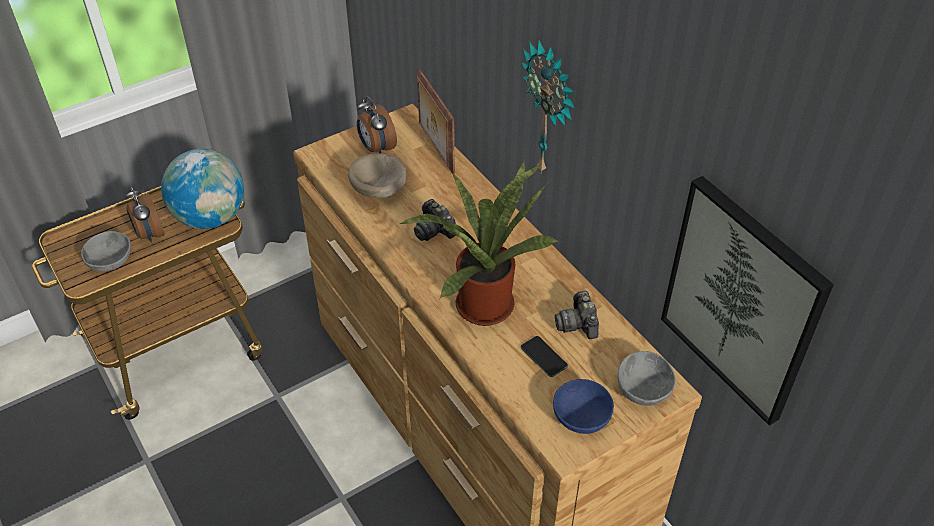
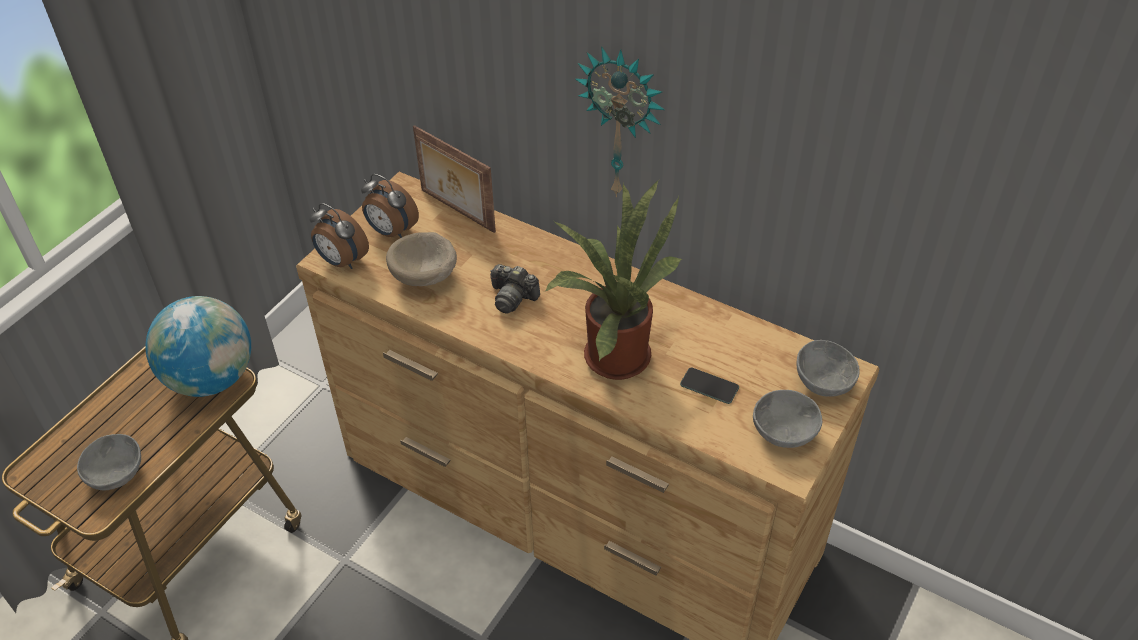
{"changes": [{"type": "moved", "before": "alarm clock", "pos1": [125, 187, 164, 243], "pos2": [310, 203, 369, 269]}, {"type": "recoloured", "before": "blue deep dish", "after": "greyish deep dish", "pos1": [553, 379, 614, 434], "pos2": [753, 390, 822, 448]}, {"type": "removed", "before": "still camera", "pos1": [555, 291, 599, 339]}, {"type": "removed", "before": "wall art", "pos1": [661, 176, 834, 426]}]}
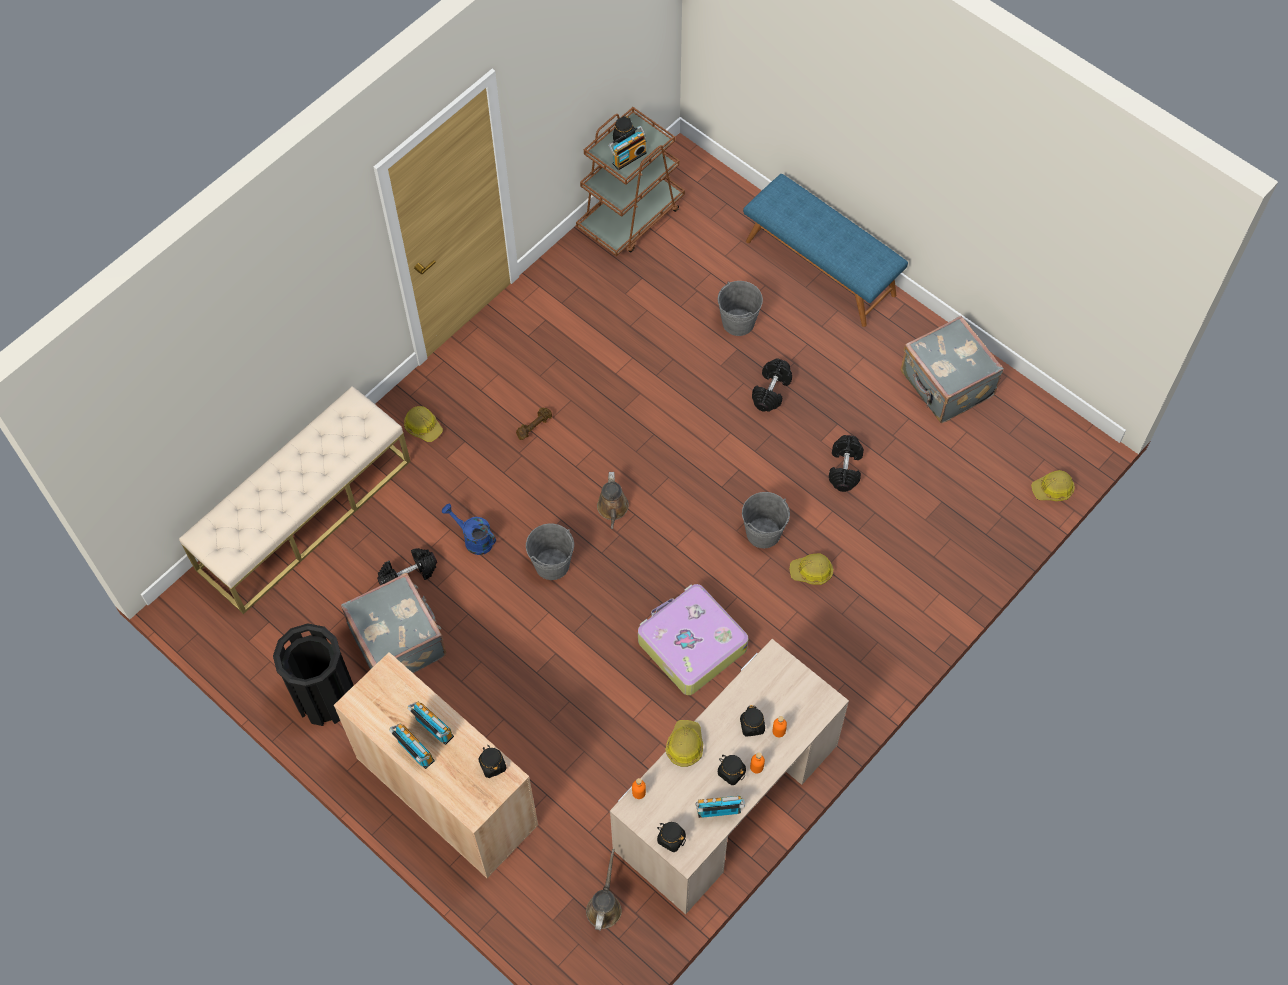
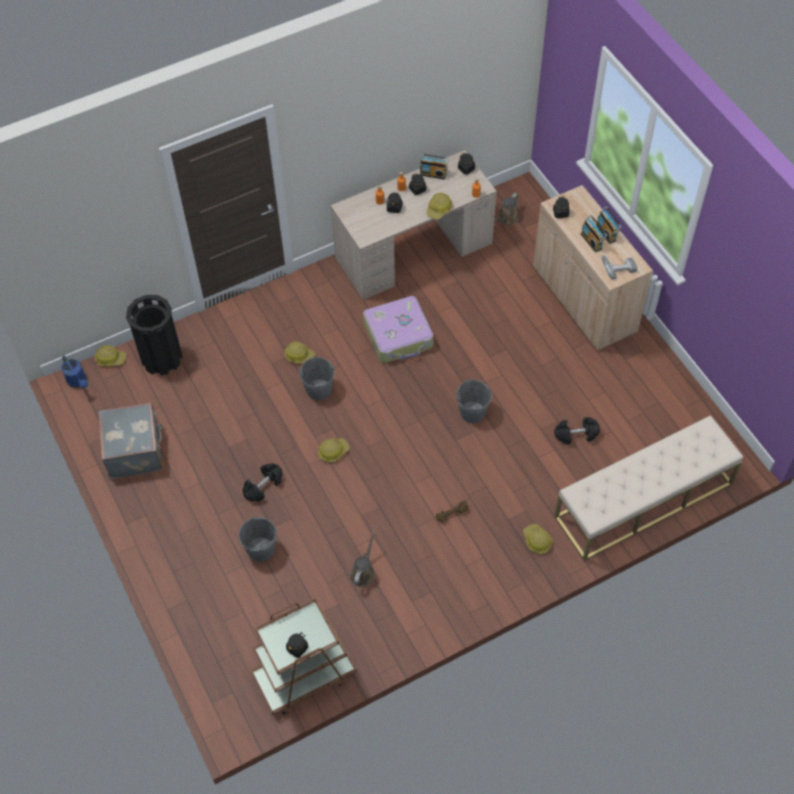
{"changes": [{"type": "moved", "before": "black-coloured rubbish bin", "pos1": [273, 623, 354, 726], "pos2": [126, 295, 182, 375]}, {"type": "removed", "before": "greyish piece of luggage", "pos1": [341, 573, 446, 673]}, {"type": "moved", "before": "blue watering can", "pos1": [442, 504, 496, 555], "pos2": [62, 355, 88, 388]}, {"type": "moved", "before": "brown-coloured watering can", "pos1": [597, 472, 629, 529], "pos2": [350, 530, 376, 587]}, {"type": "removed", "before": "radio set", "pos1": [608, 126, 647, 170]}, {"type": "removed", "before": "blue indoor bench", "pos1": [743, 174, 908, 327]}, {"type": "removed", "before": "black-coloured free weight", "pos1": [829, 435, 864, 492]}, {"type": "added", "after": "work helmet", "pos2": [318, 438, 350, 463]}, {"type": "added", "after": "drill", "pos2": [602, 255, 637, 279]}]}
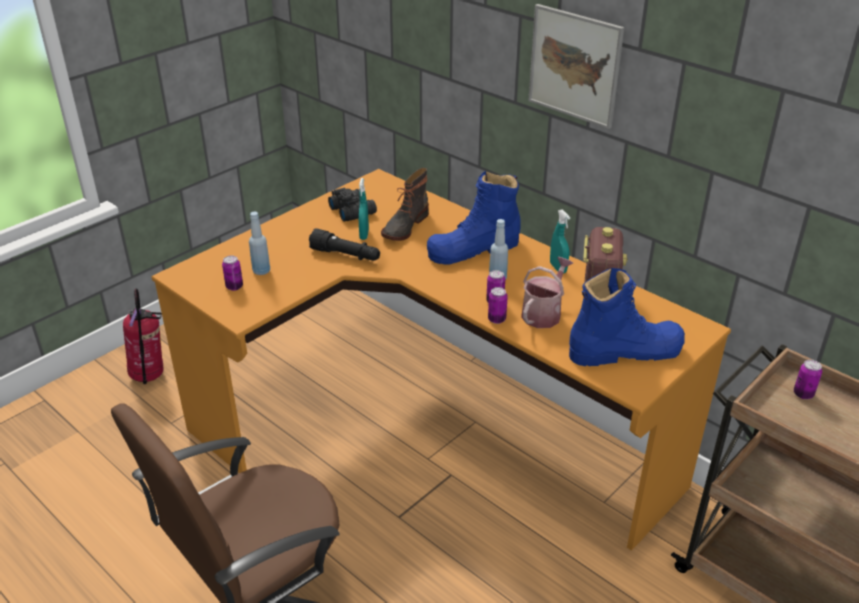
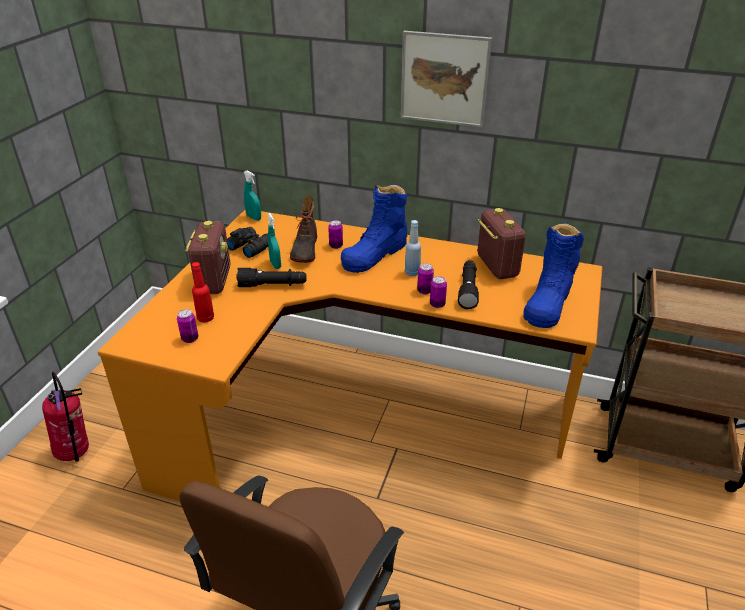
{"changes": [{"type": "recoloured", "before": "blue drink bottle", "after": "red-coloured drink bottle", "pos1": [249, 211, 270, 275], "pos2": [192, 262, 214, 323]}, {"type": "replaced", "before": "watering can", "after": "black-coloured hand torch", "pos1": [521, 257, 573, 328], "pos2": [458, 260, 479, 309]}, {"type": "moved", "before": "turquoise-coloured hand sprayer", "pos1": [550, 209, 570, 273], "pos2": [244, 170, 261, 221]}, {"type": "turned", "before": "blue high-top boot", "pos1": [569, 268, 685, 366], "pos2": [523, 222, 584, 328], "turn": 150}, {"type": "moved", "before": "metal can", "pos1": [794, 360, 822, 399], "pos2": [328, 220, 343, 249]}, {"type": "added", "after": "radio set", "pos2": [185, 221, 231, 294]}]}
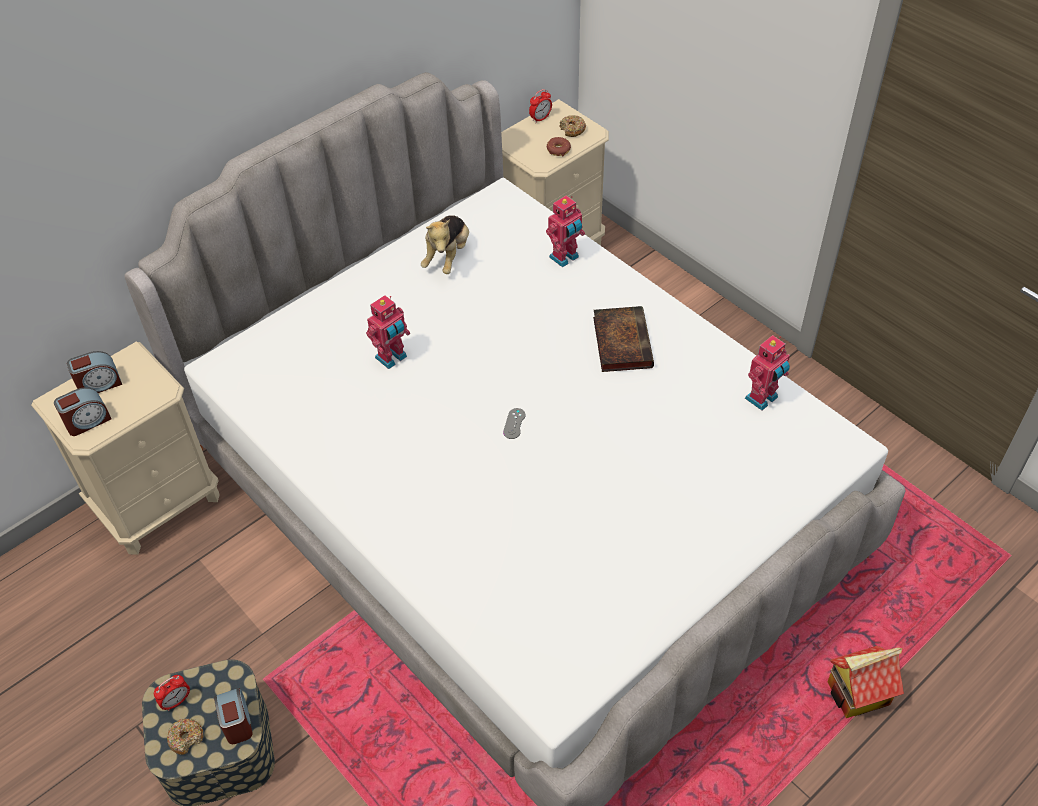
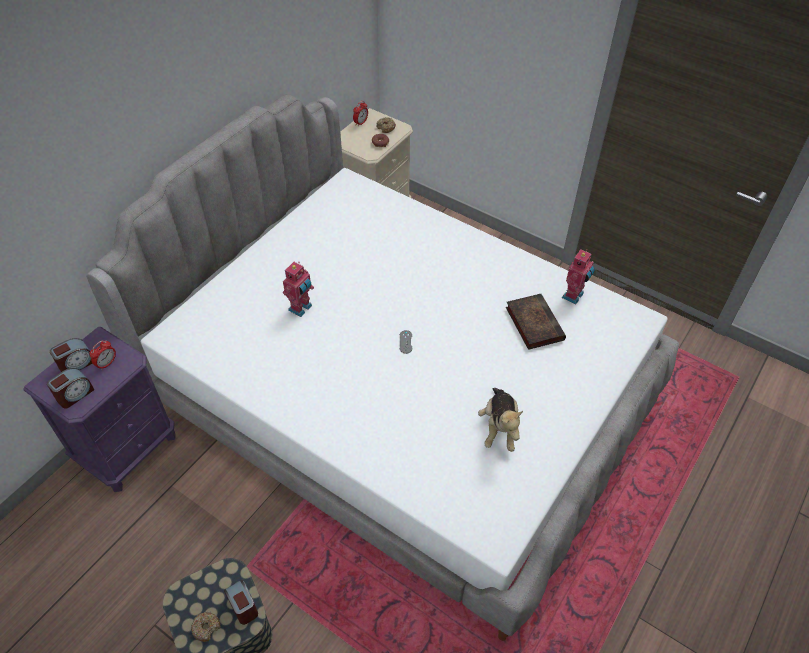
{"changes": [{"type": "recoloured", "before": "sand-coloured bedside table", "after": "purple bedside table", "pos1": [31, 341, 220, 555], "pos2": [23, 327, 175, 492]}, {"type": "moved", "before": "alarm clock", "pos1": [154, 675, 190, 711], "pos2": [89, 340, 116, 370]}, {"type": "moved", "before": "cuddly toy", "pos1": [421, 215, 469, 274], "pos2": [478, 388, 523, 452]}, {"type": "removed", "before": "model robot", "pos1": [546, 196, 585, 268]}, {"type": "moved", "before": "book", "pos1": [593, 306, 654, 372], "pos2": [506, 294, 566, 350]}, {"type": "removed", "before": "model house", "pos1": [827, 646, 904, 718]}]}
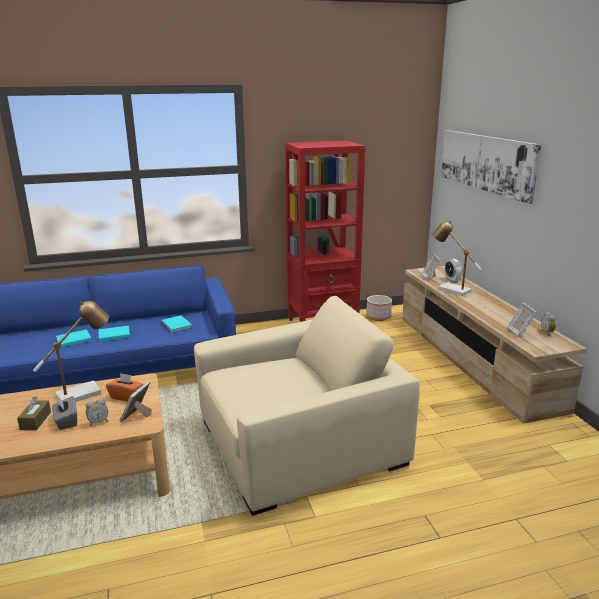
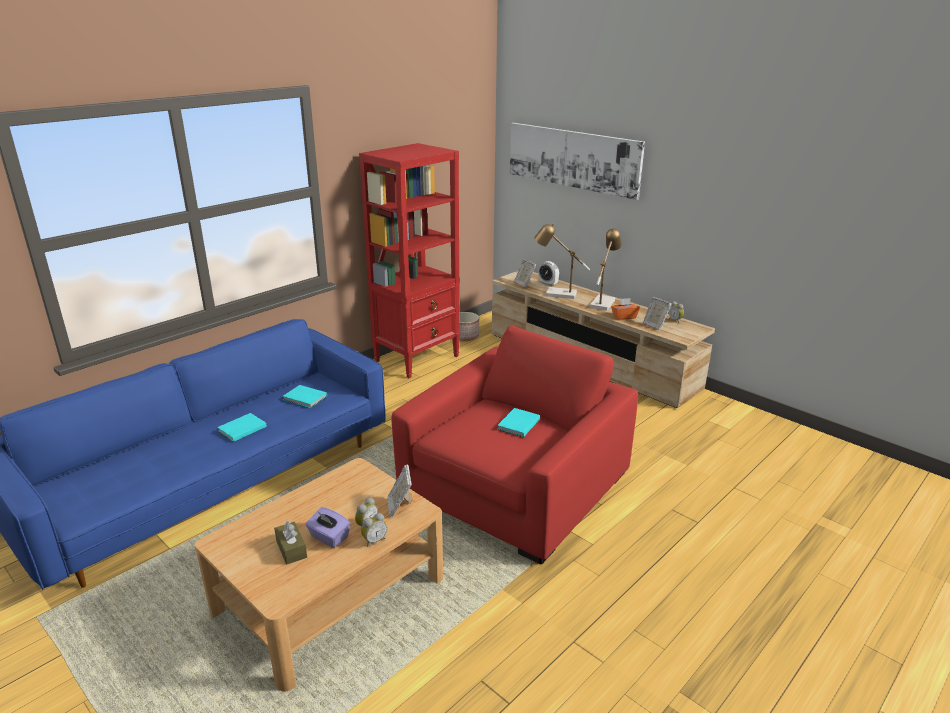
{"changes": [{"type": "moved", "before": "tabletop lamp", "pos1": [33, 301, 109, 402], "pos2": [590, 228, 622, 311]}, {"type": "recoloured", "before": "greyish tissue box", "after": "purple tissue box", "pos1": [52, 396, 77, 430], "pos2": [305, 507, 350, 548]}, {"type": "moved", "before": "turquoise-coloured book", "pos1": [56, 329, 92, 348], "pos2": [497, 408, 540, 437]}, {"type": "moved", "before": "orange tissue box", "pos1": [106, 373, 143, 402], "pos2": [611, 298, 640, 320]}, {"type": "recoloured", "before": "sand-coloured lounge chair", "after": "red-coloured lounge chair", "pos1": [194, 296, 420, 516], "pos2": [391, 325, 638, 564]}, {"type": "added", "after": "alarm clock", "pos2": [361, 513, 387, 547]}]}
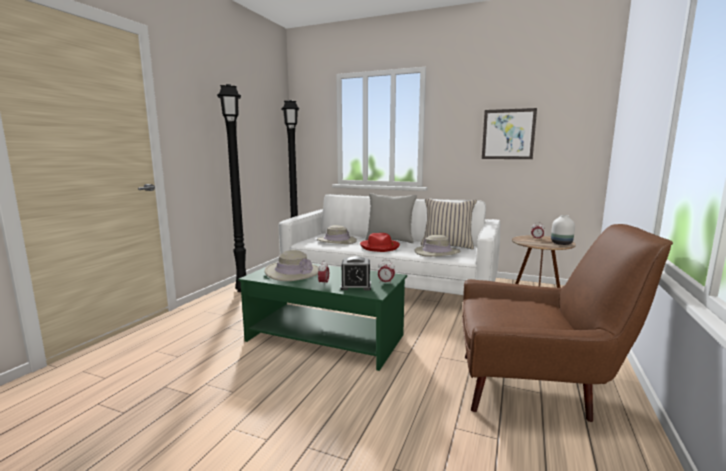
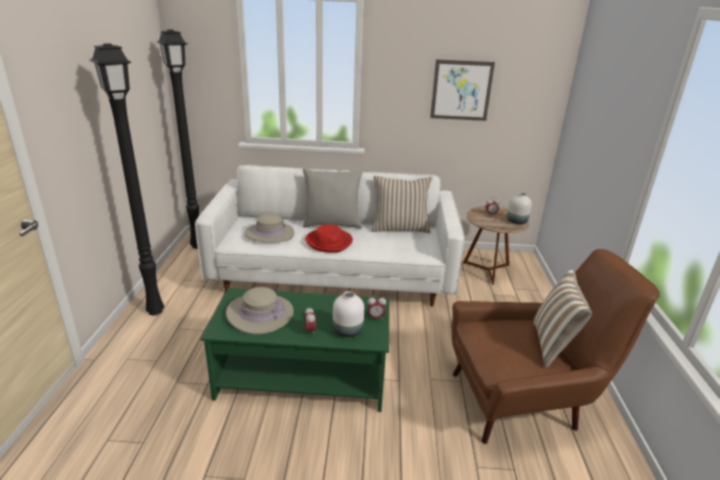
{"changes": [{"type": "replaced", "before": "alarm clock", "after": "white-coloured vase", "pos1": [340, 256, 371, 290], "pos2": [333, 291, 364, 337]}, {"type": "removed", "before": "sand-coloured hat", "pos1": [415, 235, 461, 257]}, {"type": "added", "after": "throw pillow", "pos2": [533, 269, 592, 368]}]}
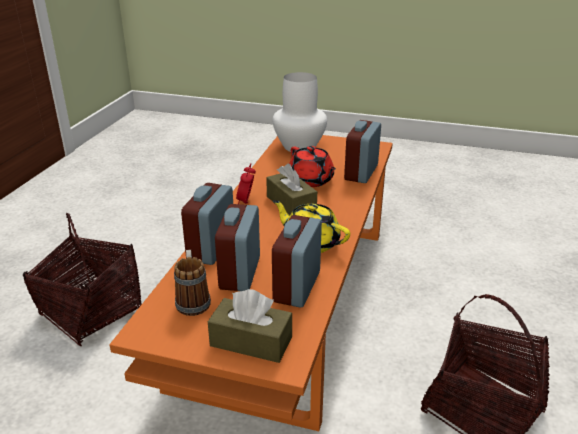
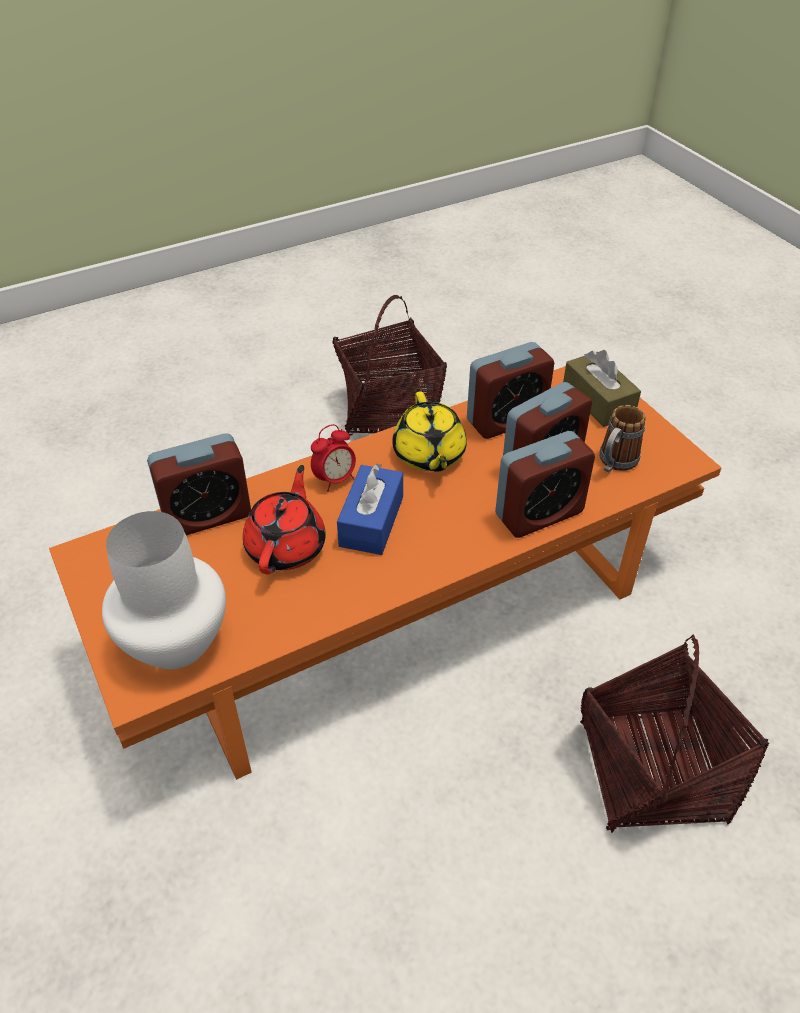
{"changes": [{"type": "moved", "before": "alarm clock", "pos1": [236, 163, 256, 204], "pos2": [311, 424, 356, 491]}, {"type": "recoloured", "before": "brown-coloured tissue box", "after": "blue tissue box", "pos1": [266, 164, 317, 216], "pos2": [337, 463, 403, 555]}]}
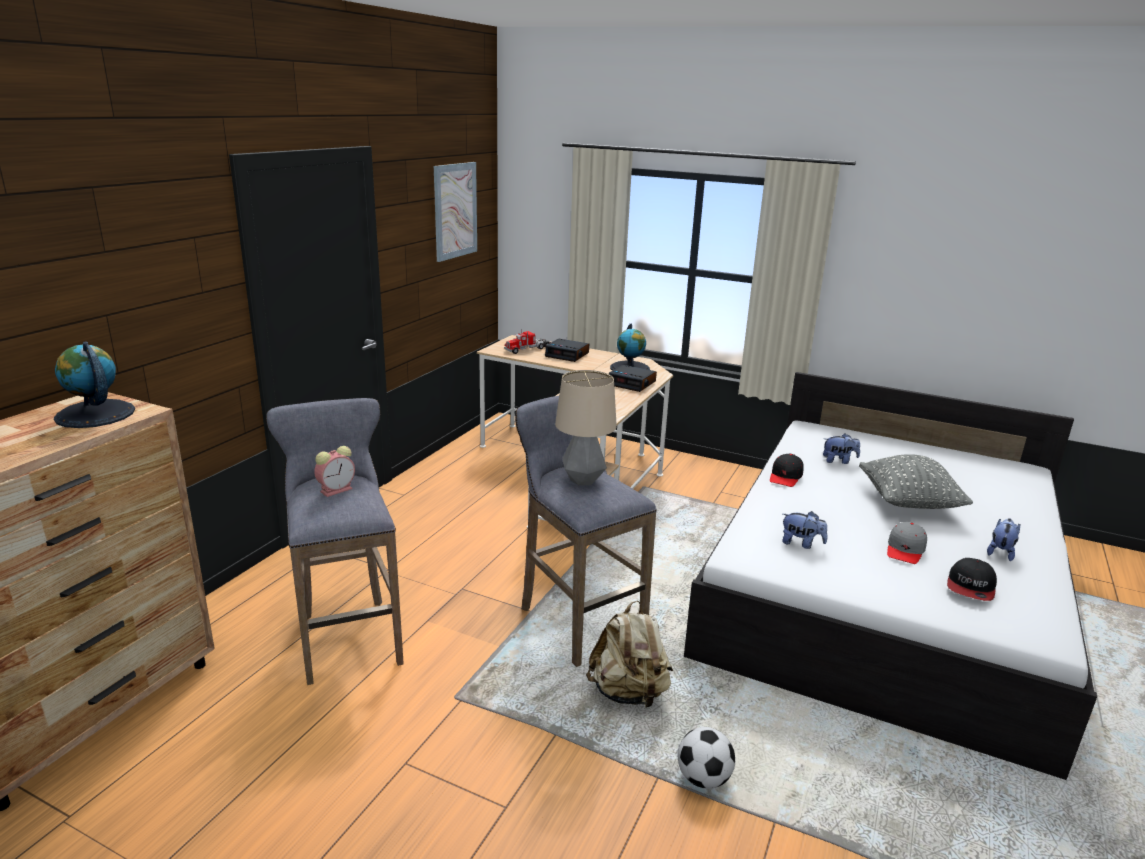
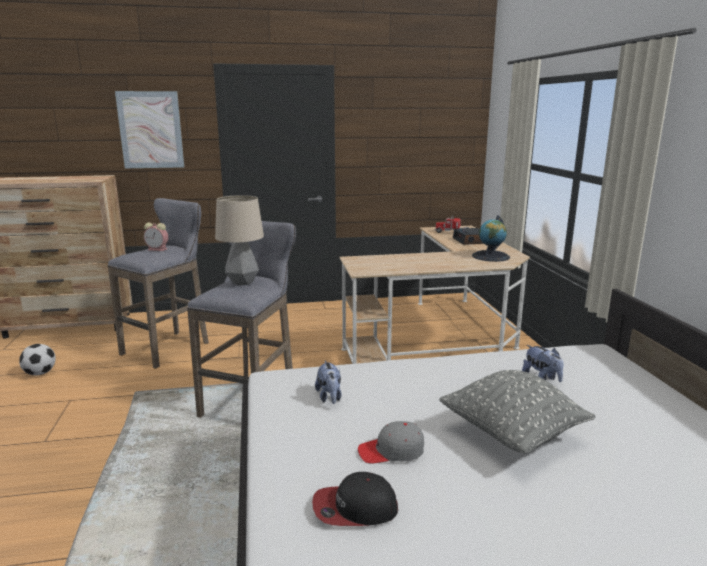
{"changes": [{"type": "removed", "before": "globe", "pos1": [54, 341, 135, 428]}, {"type": "moved", "before": "wall art", "pos1": [434, 162, 477, 262], "pos2": [115, 91, 184, 168]}, {"type": "removed", "before": "sand-coloured backpack", "pos1": [586, 601, 673, 708]}, {"type": "removed", "before": "alarm clock", "pos1": [609, 365, 657, 392]}, {"type": "moved", "before": "ball for football", "pos1": [677, 727, 735, 789], "pos2": [19, 344, 56, 376]}, {"type": "removed", "before": "black-coloured peaked cap", "pos1": [770, 454, 804, 487]}, {"type": "removed", "before": "cuddly toy", "pos1": [987, 518, 1020, 561]}]}
